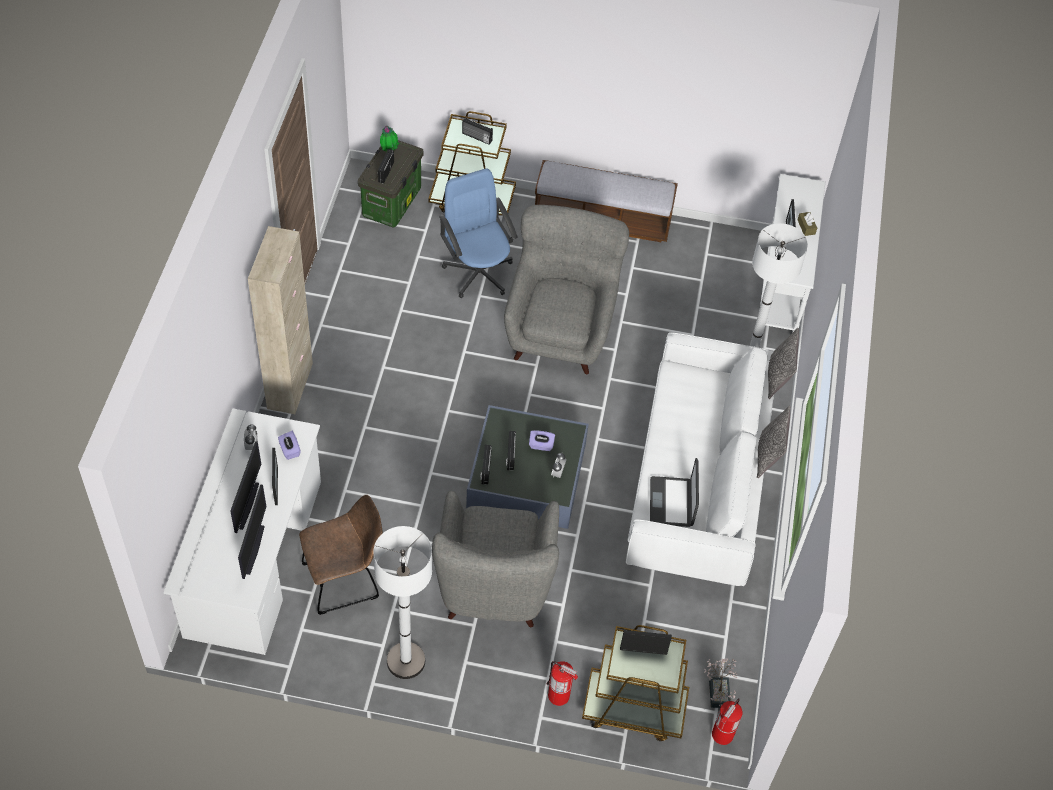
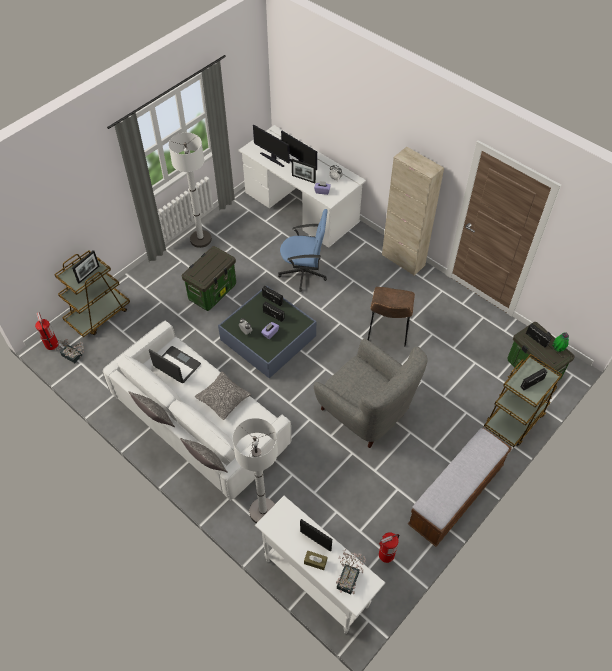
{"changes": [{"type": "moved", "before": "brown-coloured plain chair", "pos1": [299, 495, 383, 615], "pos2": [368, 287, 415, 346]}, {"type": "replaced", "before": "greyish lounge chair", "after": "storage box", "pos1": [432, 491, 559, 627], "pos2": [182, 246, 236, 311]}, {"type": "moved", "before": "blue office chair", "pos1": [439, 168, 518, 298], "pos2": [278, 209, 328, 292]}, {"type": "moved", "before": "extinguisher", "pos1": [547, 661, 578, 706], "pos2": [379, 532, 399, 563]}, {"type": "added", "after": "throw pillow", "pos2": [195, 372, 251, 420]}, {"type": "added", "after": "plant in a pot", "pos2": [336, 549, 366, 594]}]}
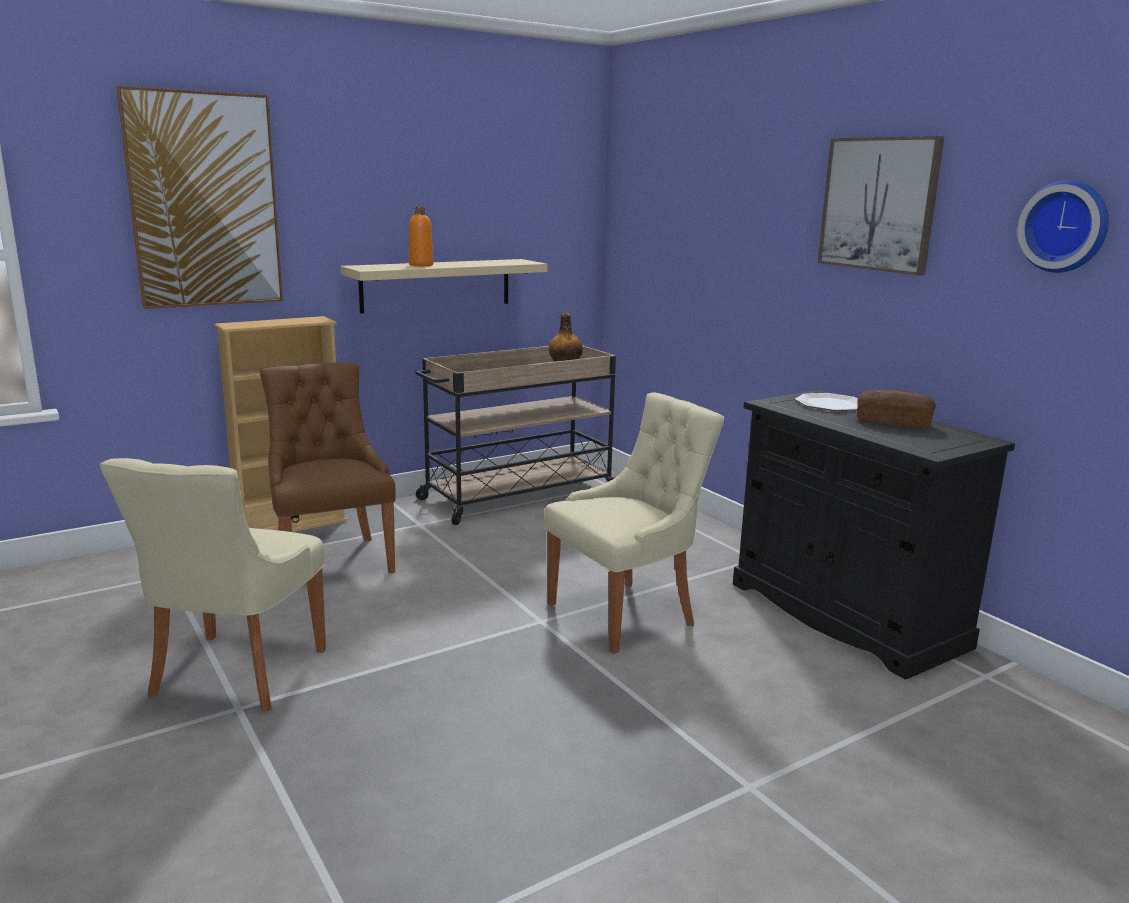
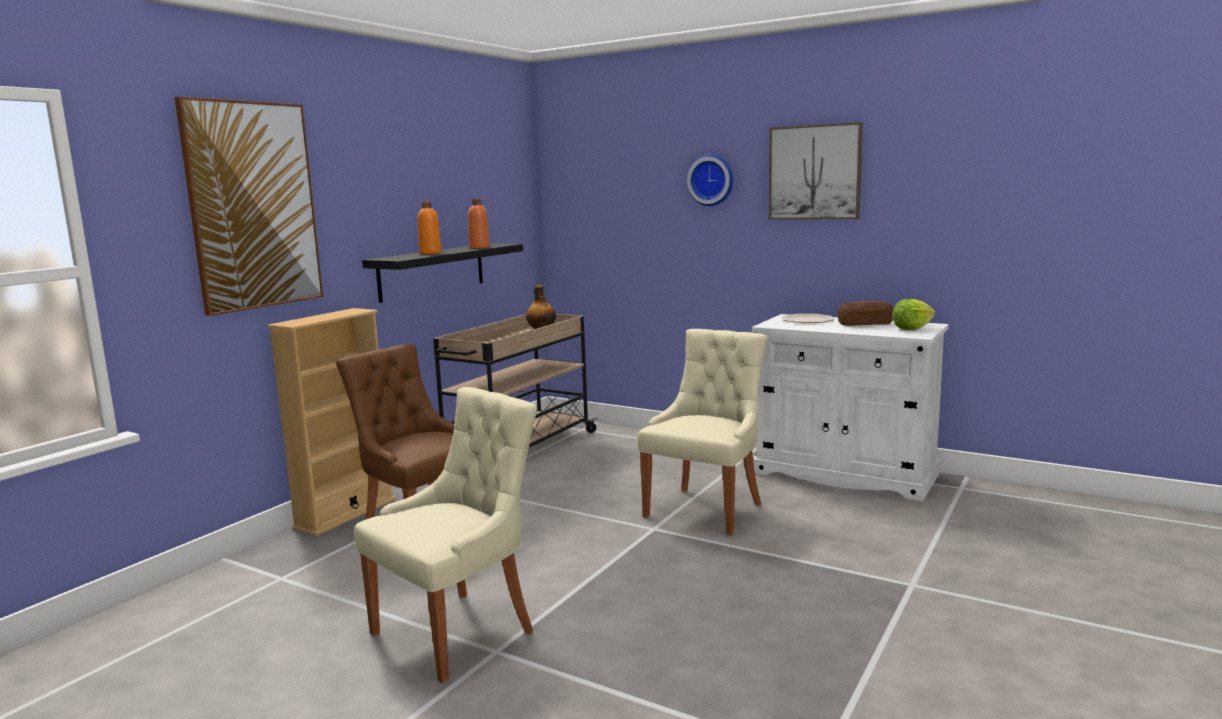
{"changes": [{"type": "turned", "before": "sand-coloured plain chair", "pos1": [100, 458, 326, 712], "pos2": [354, 387, 537, 683], "turn": -120}, {"type": "recoloured", "before": "sand-coloured bracket shelf", "after": "black-coloured bracket shelf", "pos1": [340, 259, 548, 314], "pos2": [362, 243, 523, 303]}, {"type": "recoloured", "before": "black-coloured cabinet", "after": "white-coloured cabinet", "pos1": [733, 390, 1015, 680], "pos2": [752, 314, 949, 501]}, {"type": "moved", "before": "hanging clock", "pos1": [1018, 180, 1109, 273], "pos2": [687, 154, 733, 206]}, {"type": "added", "after": "orange drink bottle", "pos2": [468, 199, 490, 249]}, {"type": "added", "after": "lettuce", "pos2": [892, 299, 935, 330]}]}
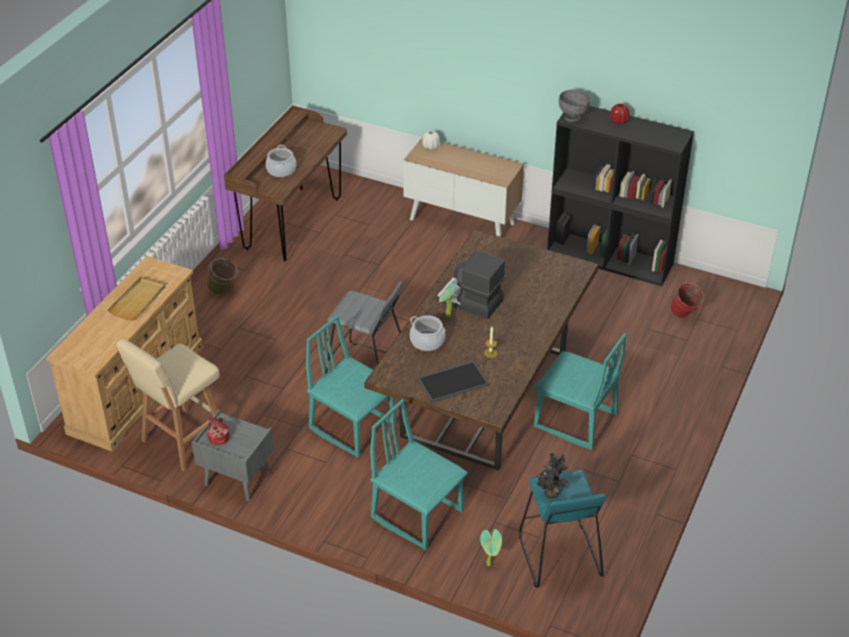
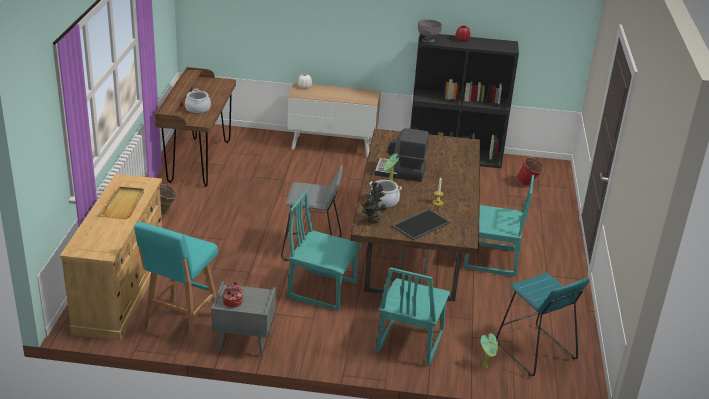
{"changes": [{"type": "recoloured", "before": "sand-coloured stool seat", "after": "turquoise-coloured stool seat", "pos1": [116, 339, 220, 472], "pos2": [134, 222, 218, 345]}, {"type": "turned", "before": "turquoise-coloured plain chair", "pos1": [370, 399, 468, 550], "pos2": [376, 267, 450, 366], "turn": -90}, {"type": "moved", "before": "plant in a pot", "pos1": [536, 452, 568, 499], "pos2": [362, 182, 386, 224]}]}
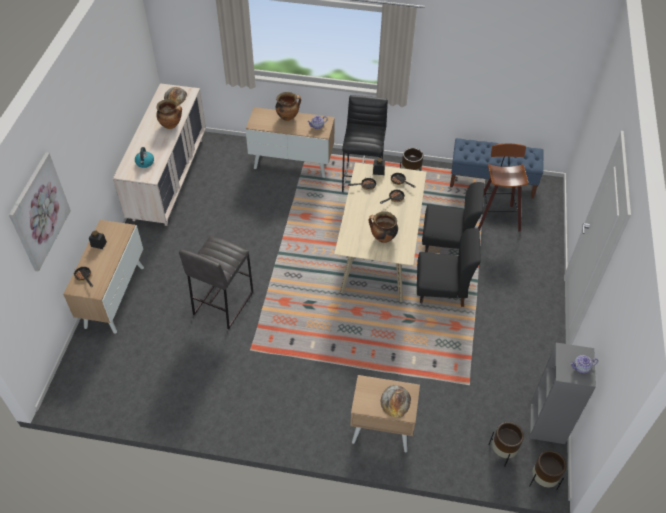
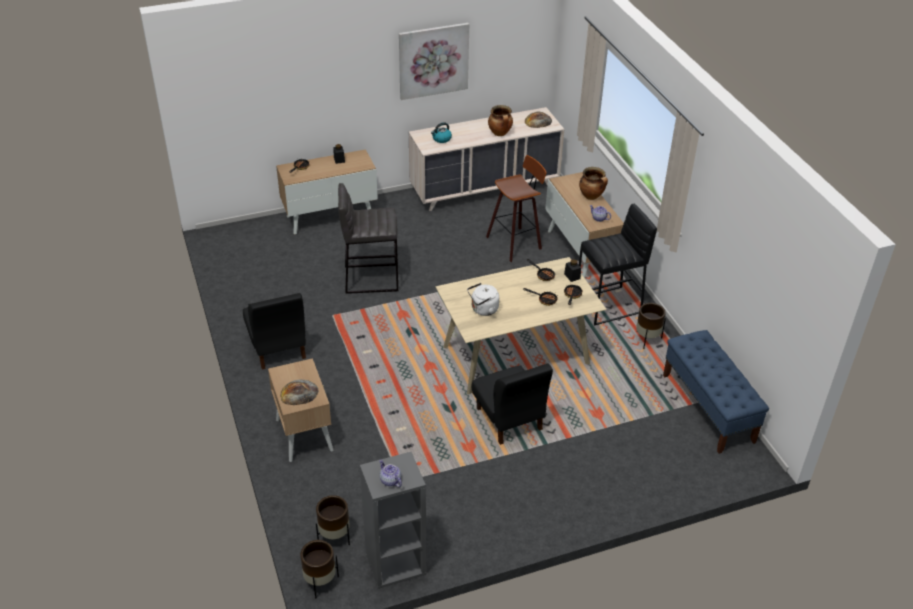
{"changes": [{"type": "moved", "before": "wall art", "pos1": [9, 152, 71, 272], "pos2": [399, 23, 469, 100]}, {"type": "replaced", "before": "saucepot", "after": "white-coloured kettle", "pos1": [368, 211, 398, 243], "pos2": [467, 283, 499, 316]}, {"type": "moved", "before": "black-coloured plain chair", "pos1": [422, 182, 484, 252], "pos2": [243, 293, 306, 369]}, {"type": "moved", "before": "stool seat", "pos1": [478, 144, 529, 232], "pos2": [486, 155, 547, 262]}]}
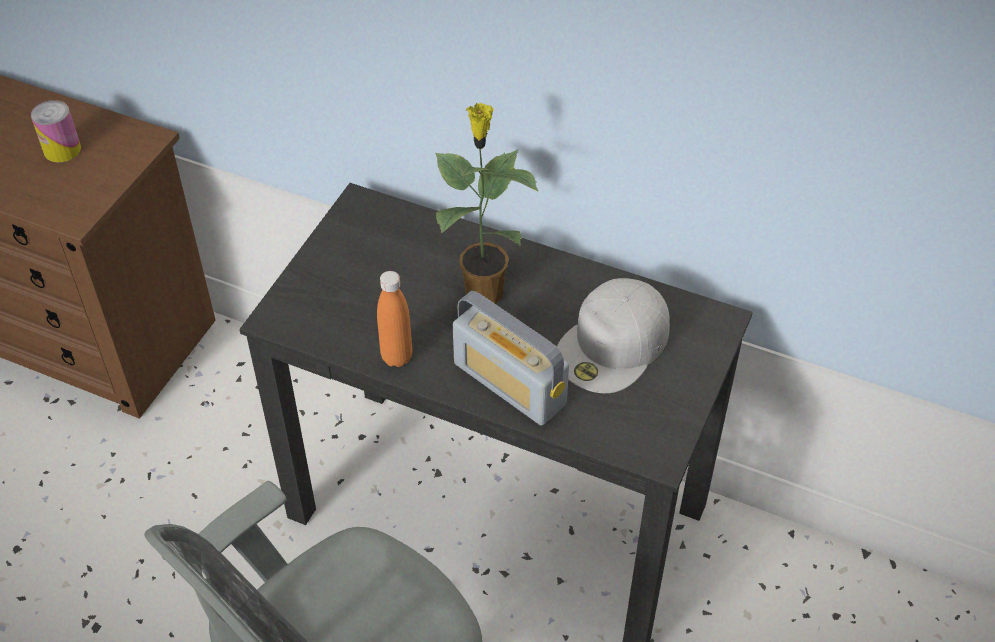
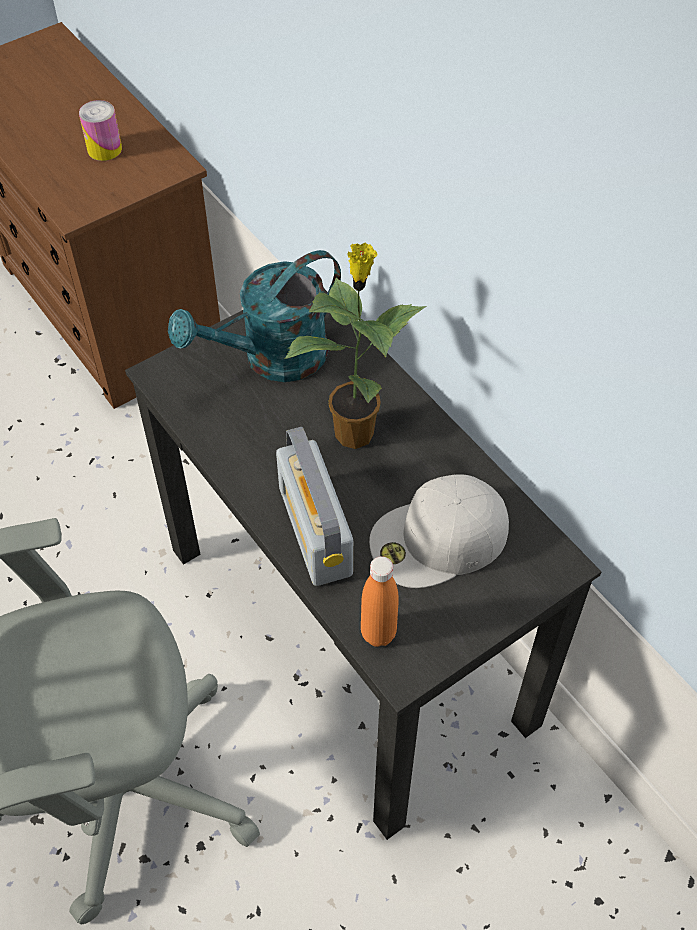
{"changes": [{"type": "moved", "before": "orange drink bottle", "pos1": [377, 271, 412, 367], "pos2": [361, 556, 399, 647]}, {"type": "added", "after": "turquoise-coloured watering can", "pos2": [168, 250, 341, 382]}]}
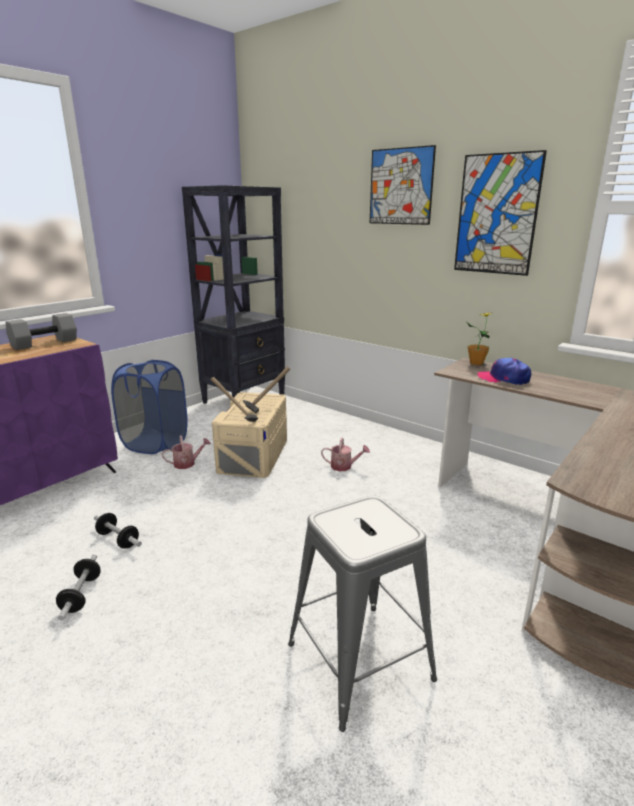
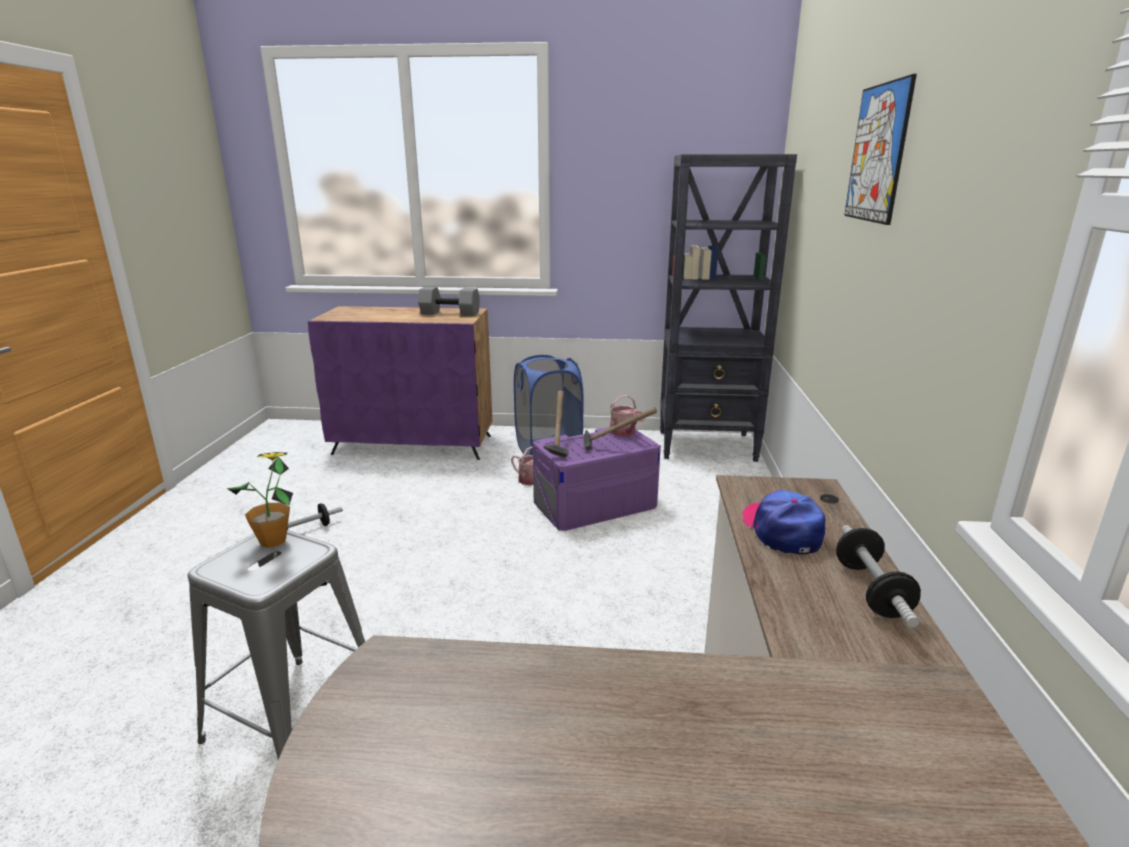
{"changes": [{"type": "moved", "before": "free weight", "pos1": [94, 513, 142, 549], "pos2": [836, 525, 921, 627]}, {"type": "recoloured", "before": "sand-coloured storage box", "after": "purple storage box", "pos1": [212, 392, 287, 478], "pos2": [533, 427, 661, 531]}, {"type": "moved", "before": "watering can", "pos1": [321, 437, 370, 471], "pos2": [610, 395, 645, 436]}, {"type": "removed", "before": "wall art", "pos1": [454, 150, 547, 276]}, {"type": "moved", "before": "plant in a pot", "pos1": [467, 312, 492, 365], "pos2": [227, 452, 293, 548]}]}
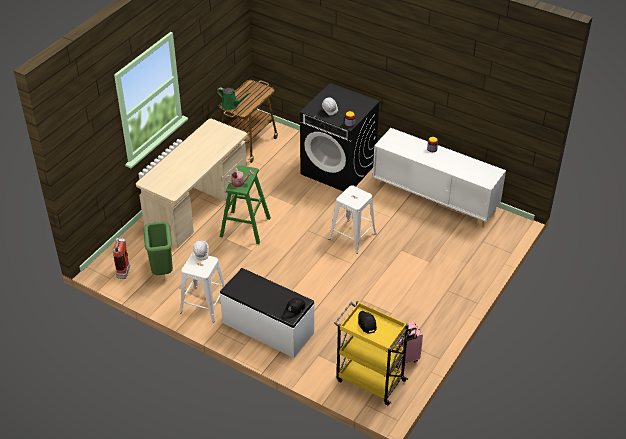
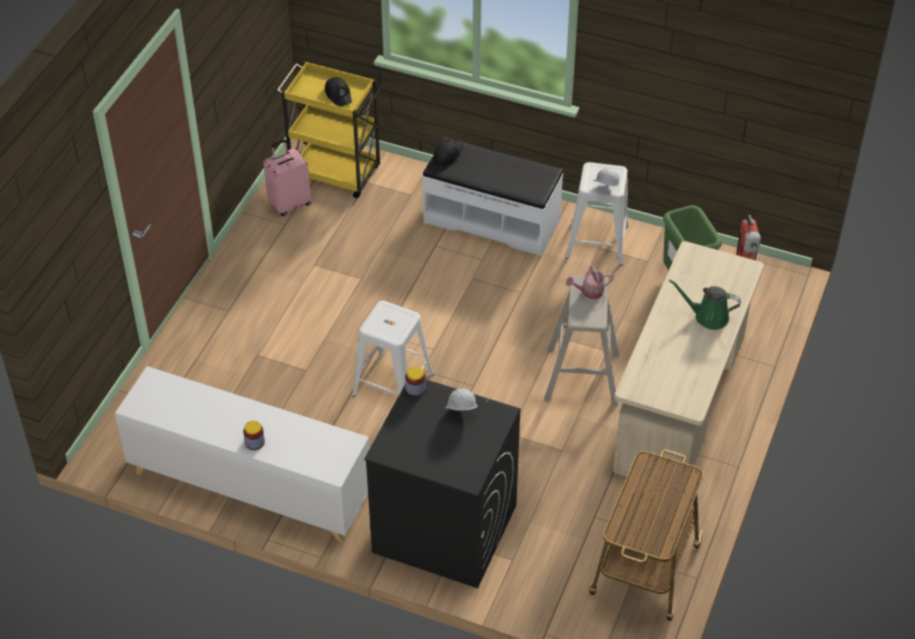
{"changes": [{"type": "moved", "before": "green-coloured watering can", "pos1": [217, 88, 251, 110], "pos2": [669, 279, 741, 330]}, {"type": "recoloured", "before": "green-coloured stool seat", "after": "sand-coloured stool seat", "pos1": [220, 165, 271, 244], "pos2": [544, 275, 619, 406]}]}
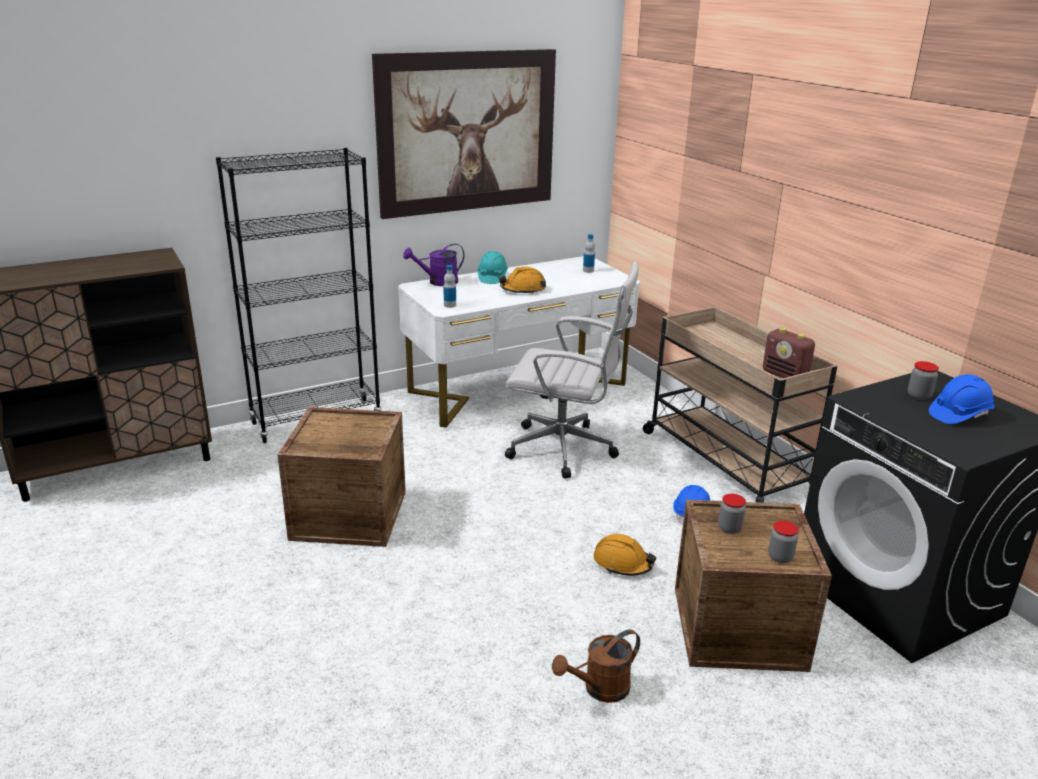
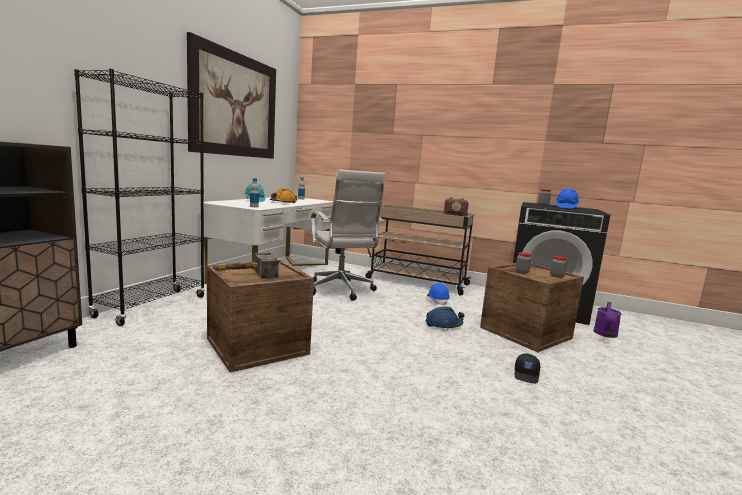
{"changes": [{"type": "moved", "before": "purple watering can", "pos1": [403, 244, 465, 286], "pos2": [594, 302, 622, 338]}, {"type": "turned", "before": "white-coloured office chair", "pos1": [505, 262, 639, 479], "pos2": [311, 169, 385, 301], "turn": 90}, {"type": "replaced", "before": "brown-coloured watering can", "after": "black-coloured peaked cap", "pos1": [552, 629, 640, 703], "pos2": [515, 354, 540, 384]}, {"type": "recoloured", "before": "orange work helmet", "after": "blue work helmet", "pos1": [594, 534, 656, 576], "pos2": [426, 307, 465, 329]}, {"type": "added", "after": "hammer", "pos2": [213, 253, 279, 279]}]}
